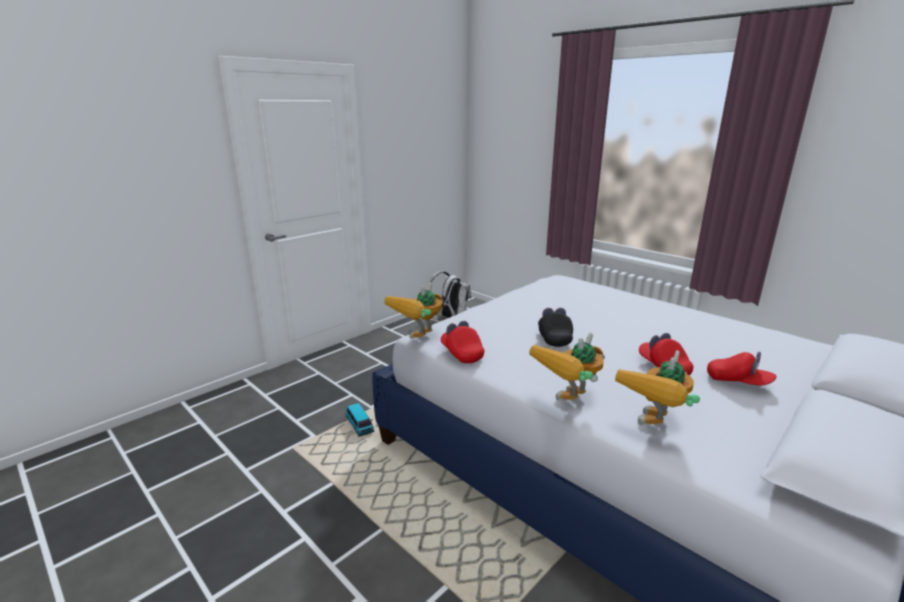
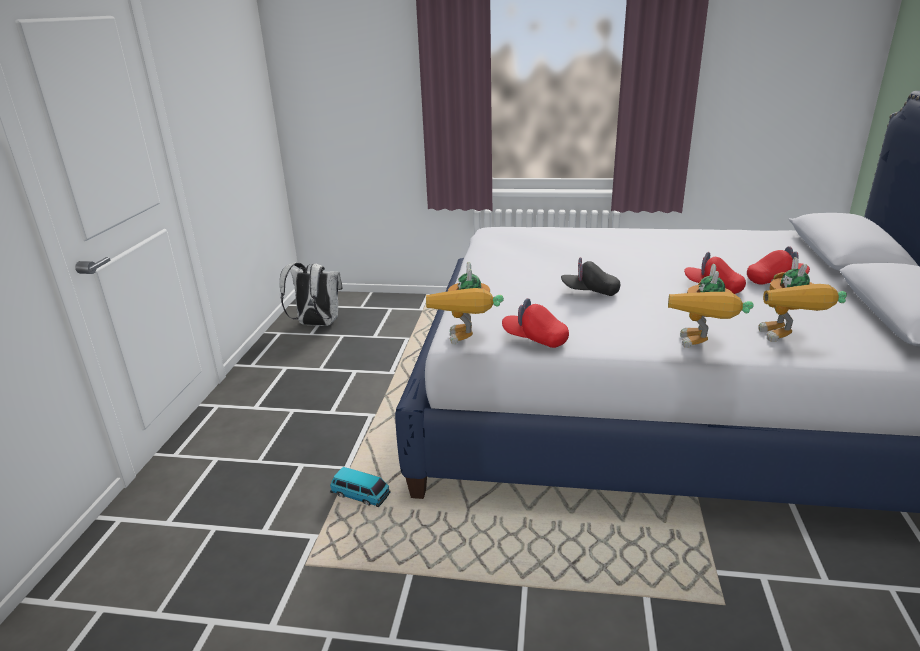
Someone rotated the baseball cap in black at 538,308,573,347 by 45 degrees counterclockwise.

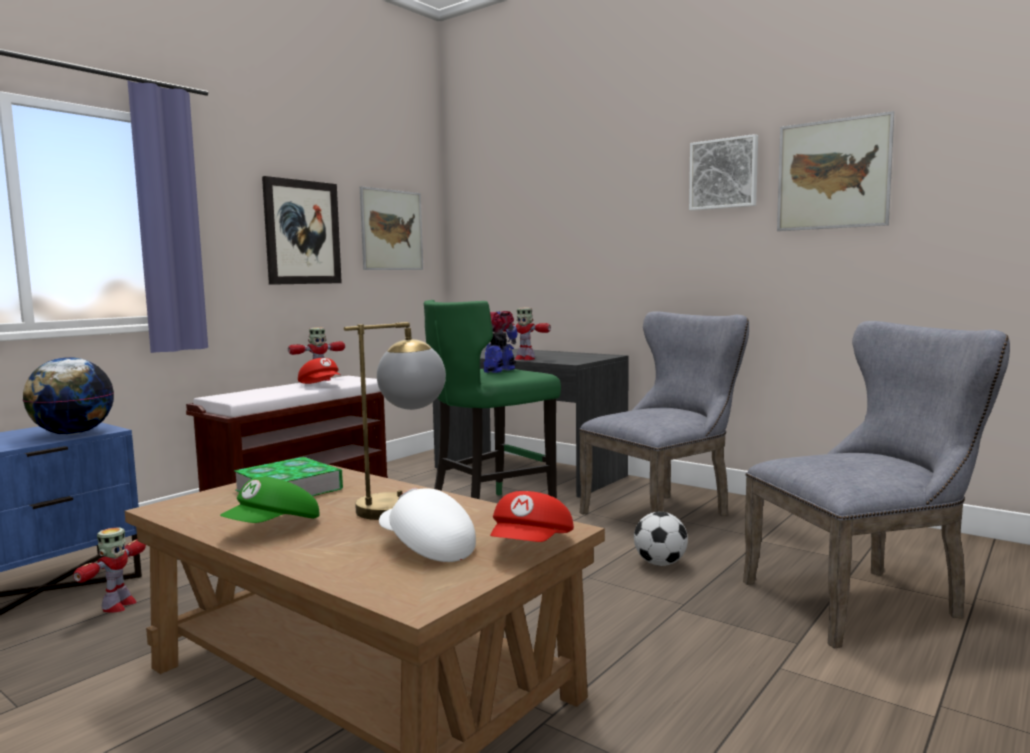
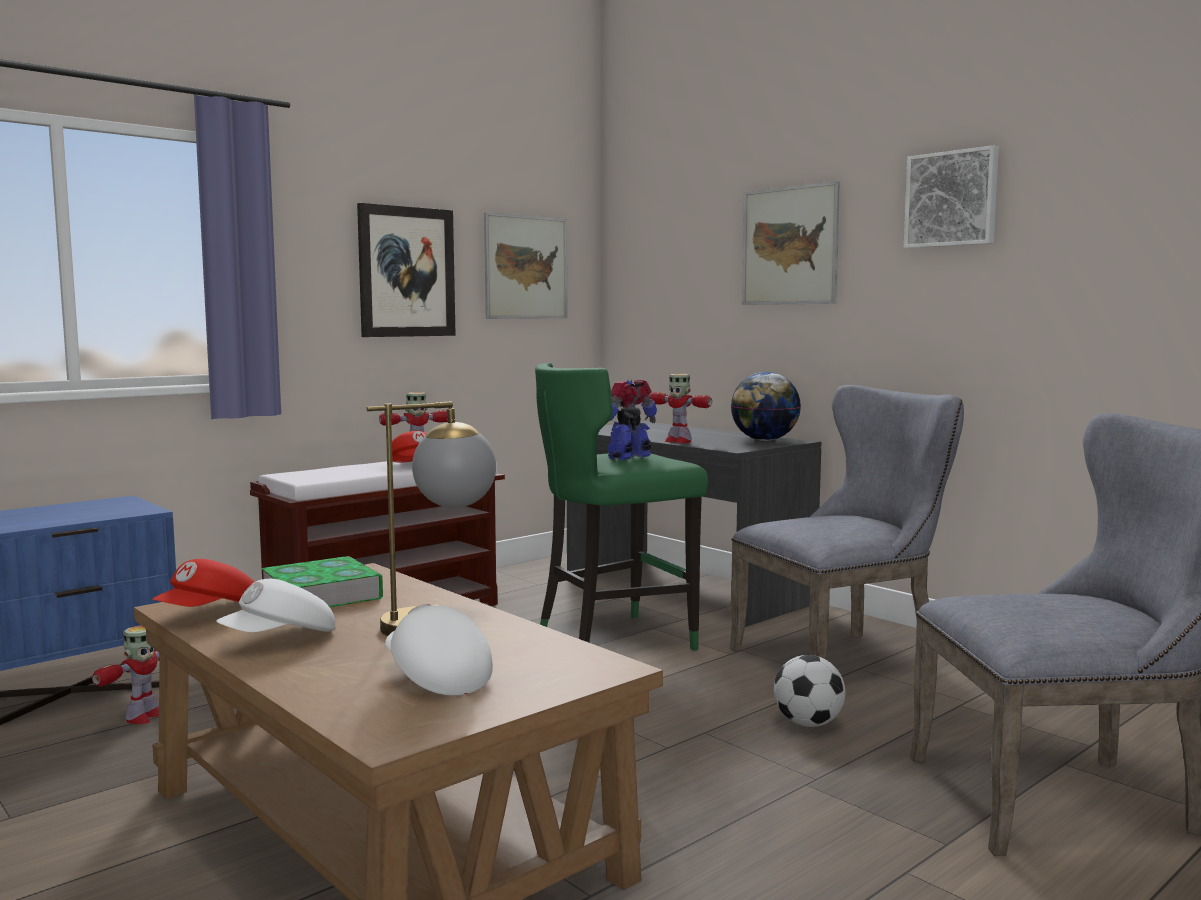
Someone carried the globe from 23,357,114,435 to 731,372,801,441. Someone repainted the baseball cap in greenish at 220,477,320,523, which became the baseball cap in white-coloured at 216,579,336,632. Someone carried the baseball cap in red from 490,491,574,542 to 152,559,254,607. Someone carried the wall art from 777,111,894,231 to 742,181,840,305.

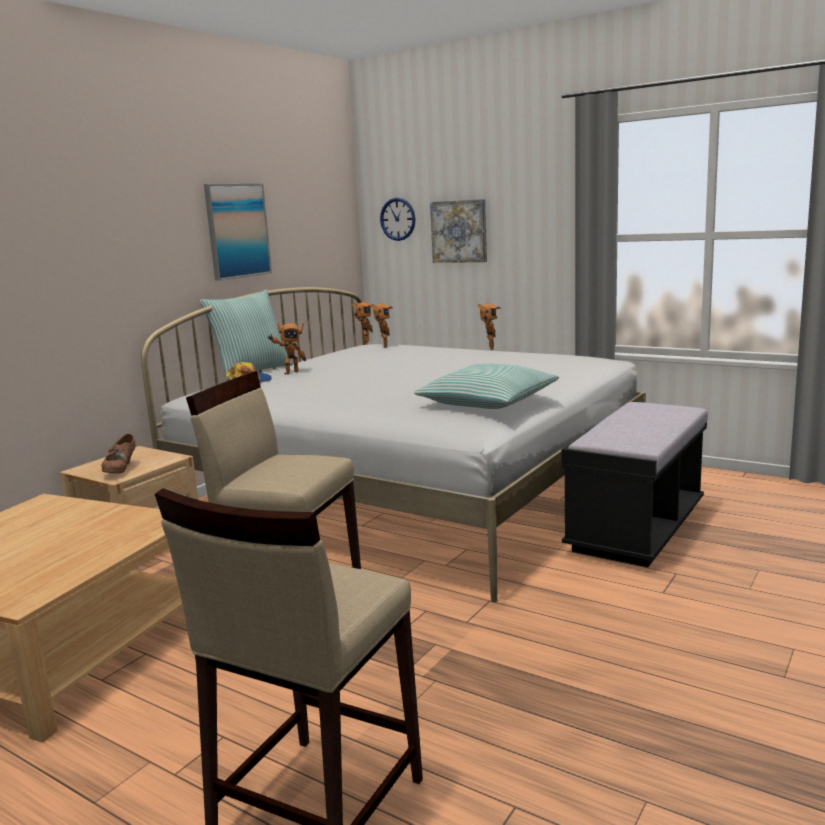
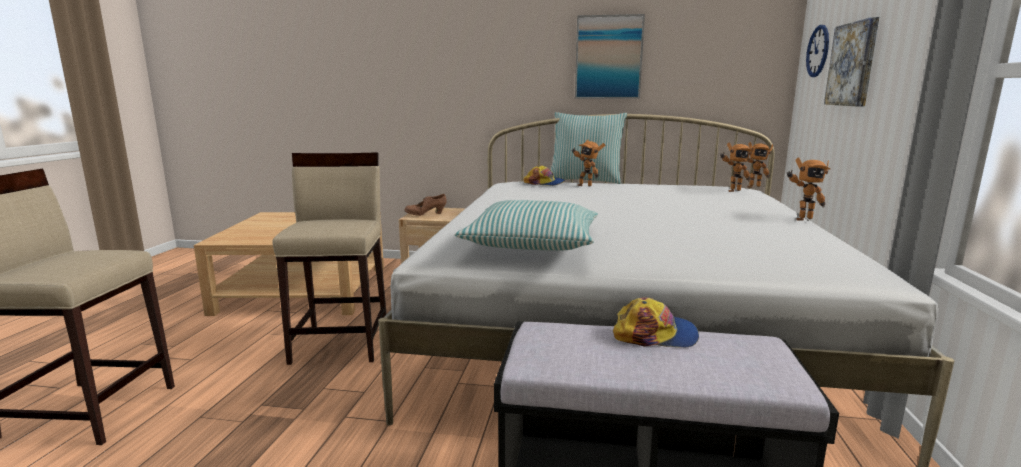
Someone put down the baseball cap at 613,297,699,348.

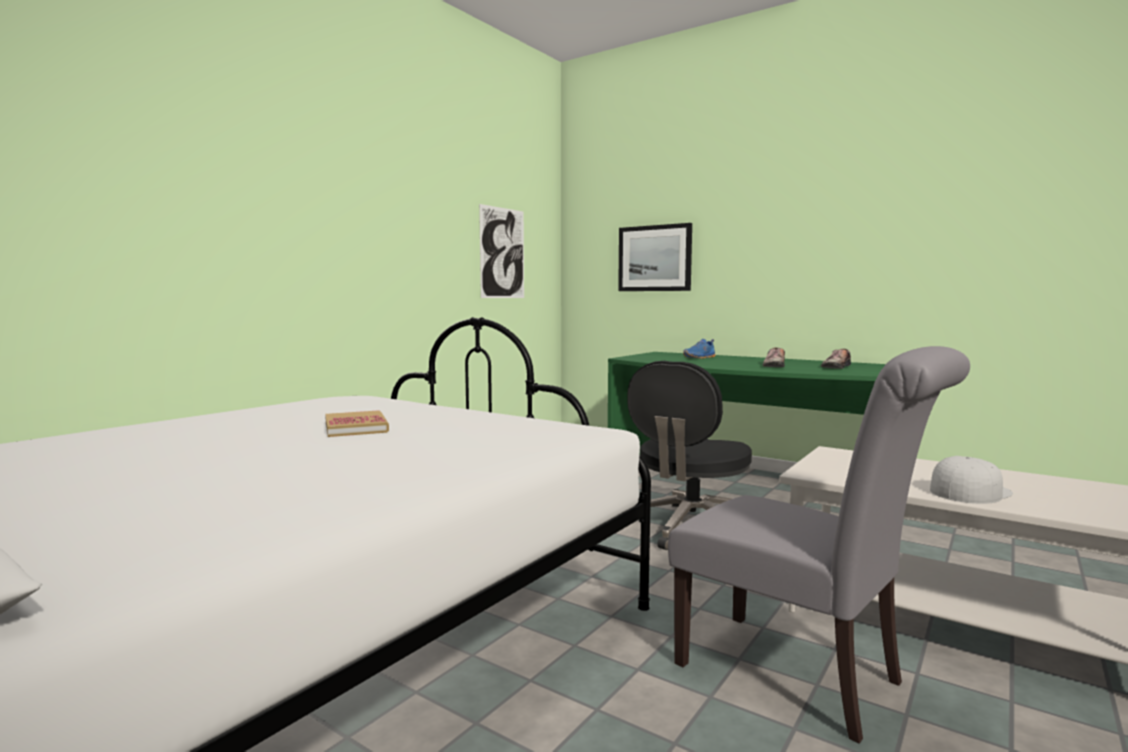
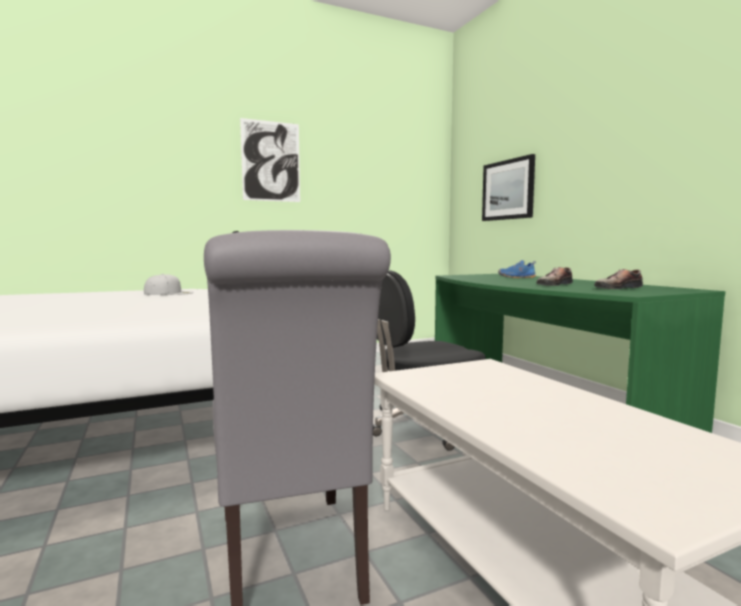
Someone took away the book at 325,410,389,437. Someone carried the wall art from 479,204,524,298 to 240,118,300,202. Someone carried the baseball cap in white-coloured from 930,456,1013,504 to 144,274,194,295.

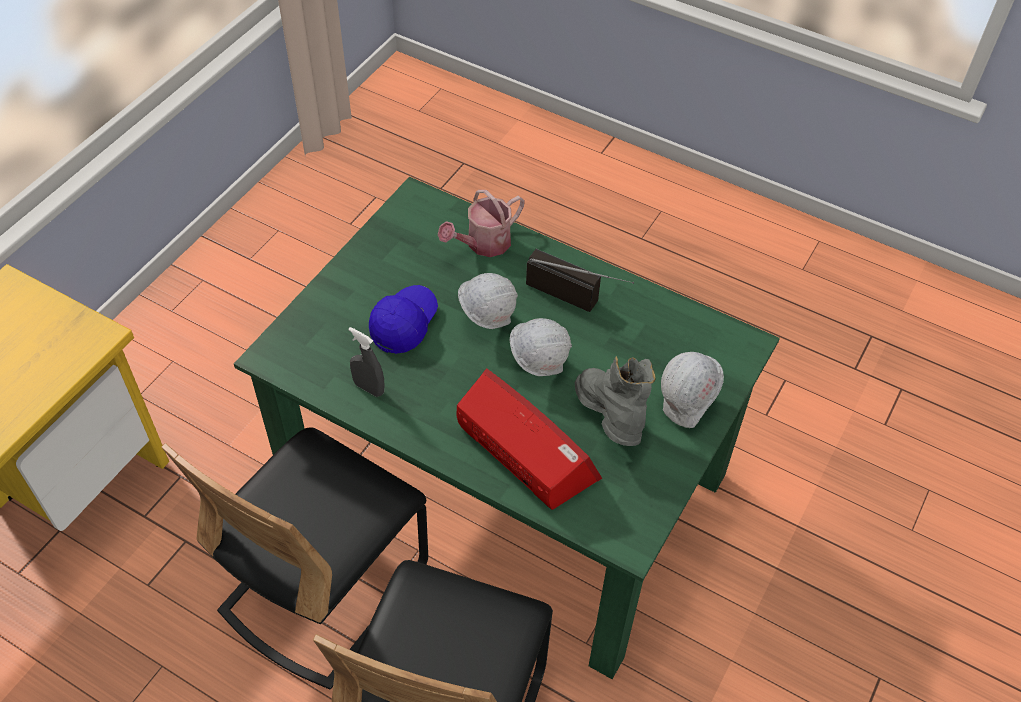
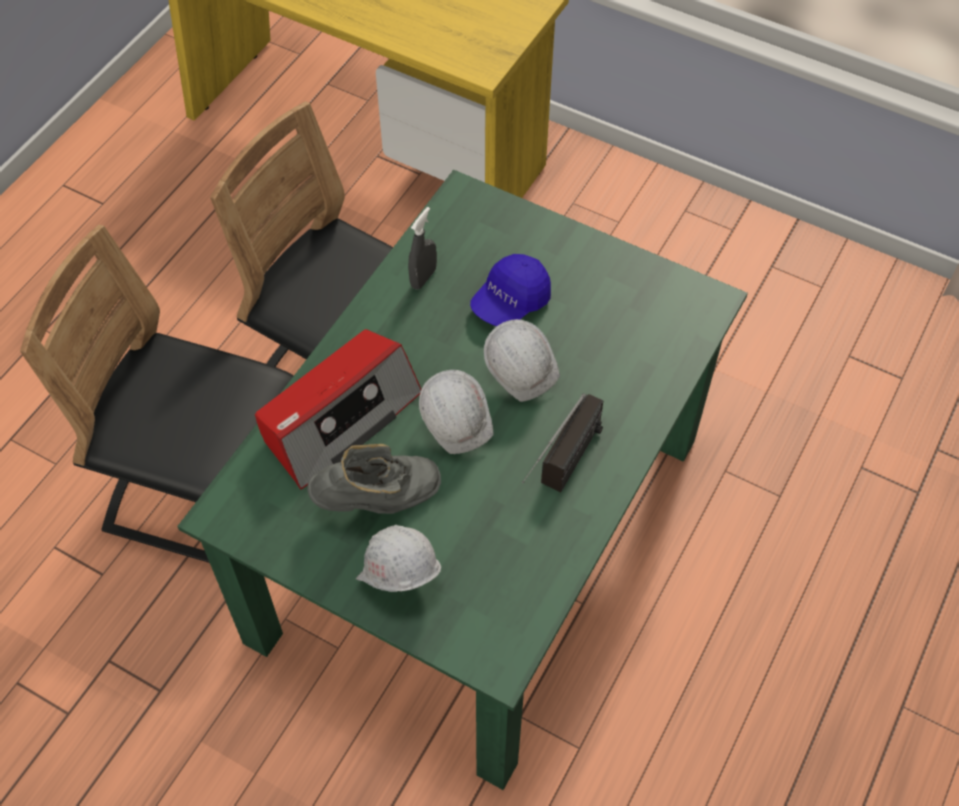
Someone rotated the baseball cap in blue at 369,285,438,354 by 105 degrees clockwise. Someone took away the sprinkling can at 438,190,525,257.

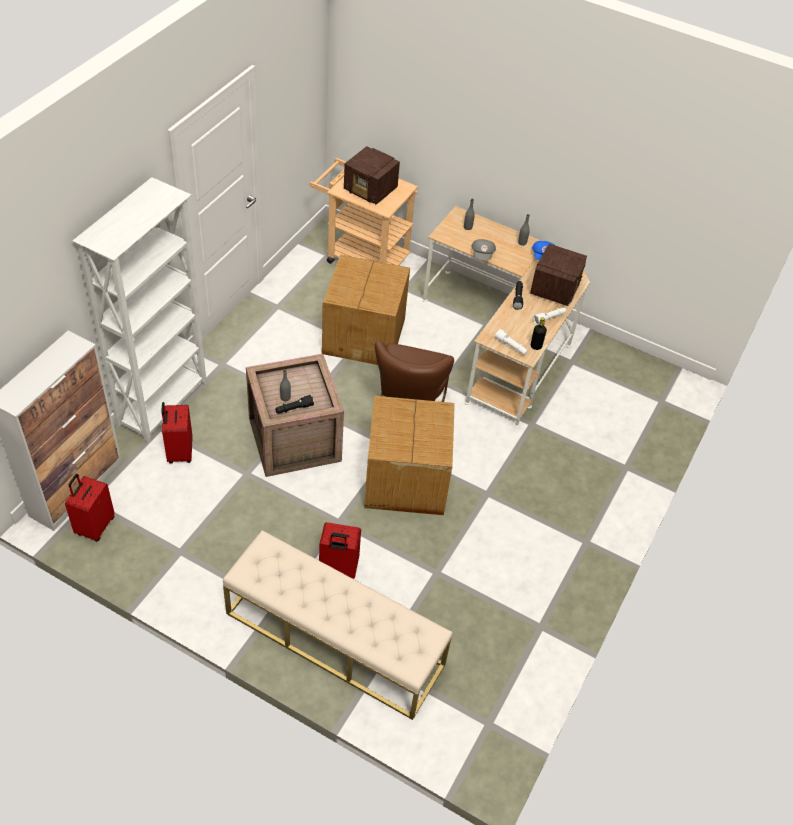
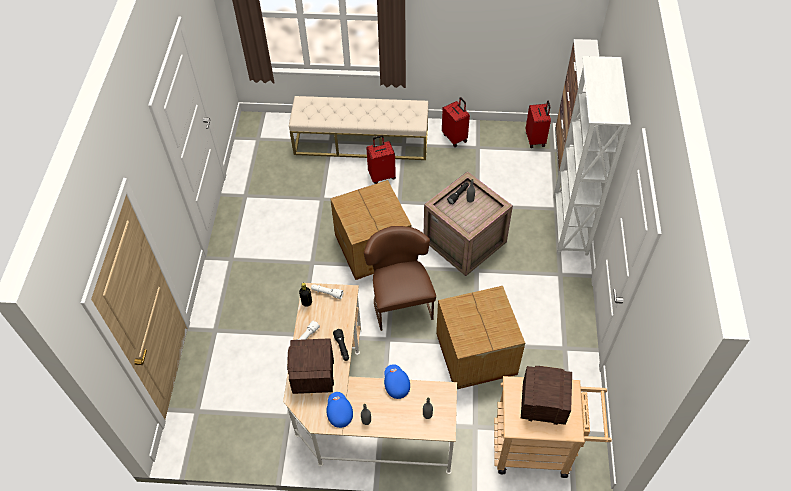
Someone carried the travel case in red from 161,402,192,463 to 442,97,470,147. Someone repainted the baseball cap in gray at 471,239,496,260, which became the baseball cap in blue at 384,364,410,399.

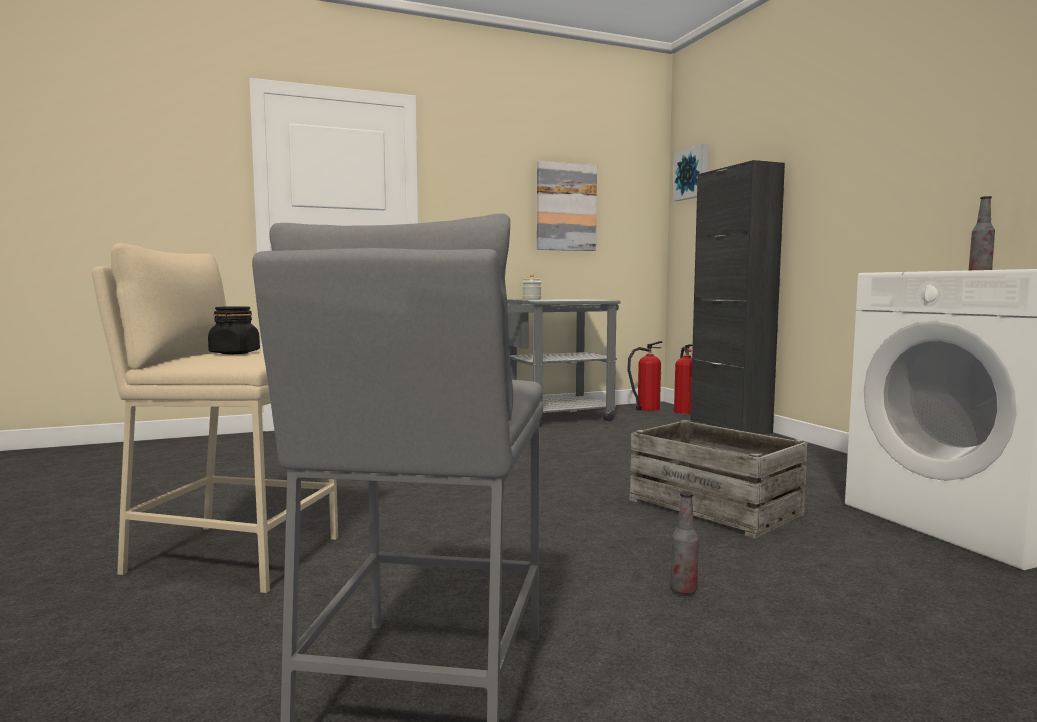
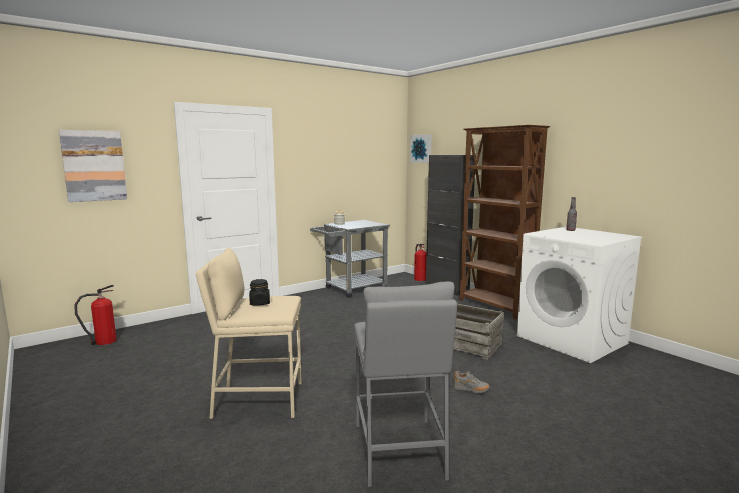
Someone carried the wall art from 537,161,597,251 to 59,130,127,202. Someone carried the fire-fighting cylinder from 627,341,662,411 to 74,285,116,345. Someone swapped the beverage bottle at 670,491,699,594 for the item of footwear in gray at 453,371,490,393. Someone put down the bookcase in brown-coloured at 460,125,550,320.

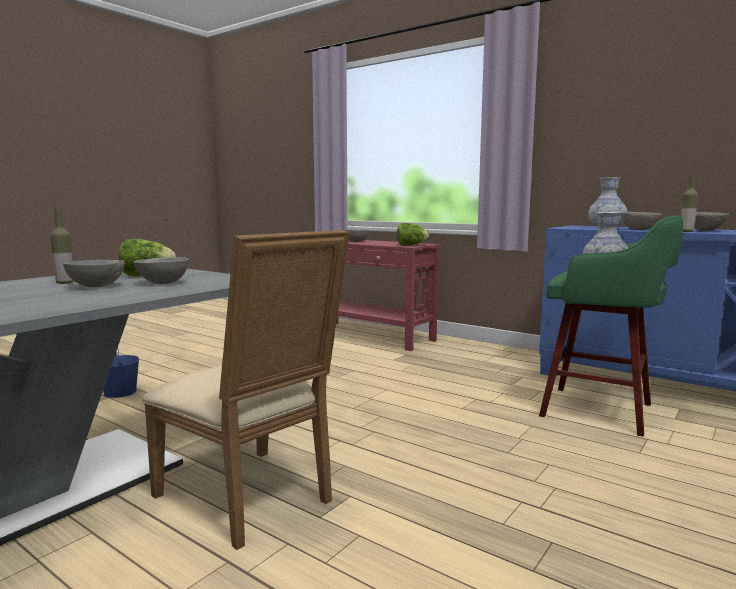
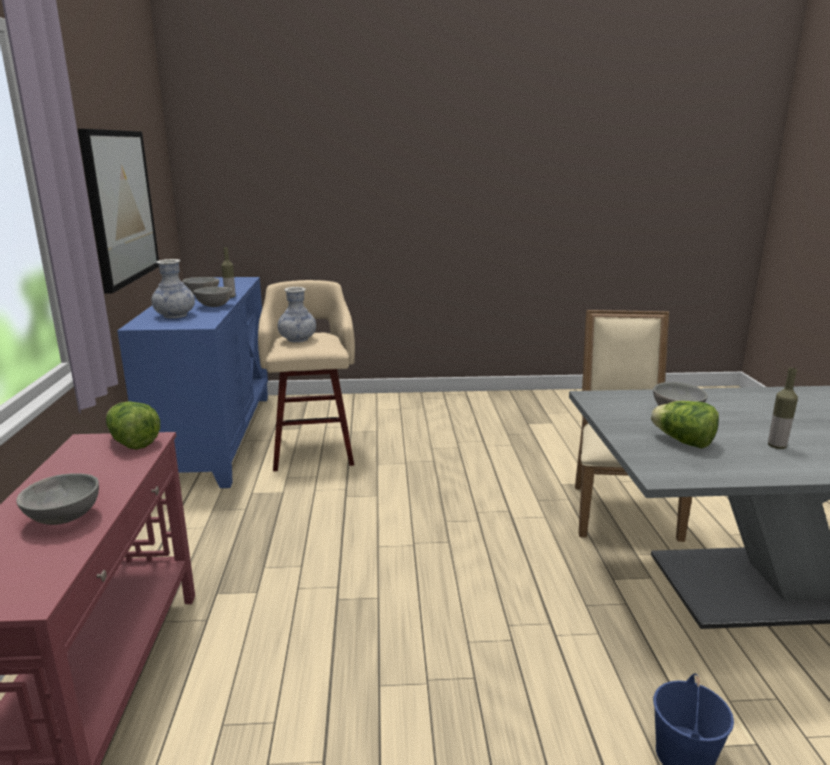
Someone took away the serving bowl in gray at 63,260,125,287. Someone repainted the stool seat in greenish at 539,215,683,437, which became the stool seat in beige at 258,280,355,471. Someone put up the wall art at 78,129,159,294.

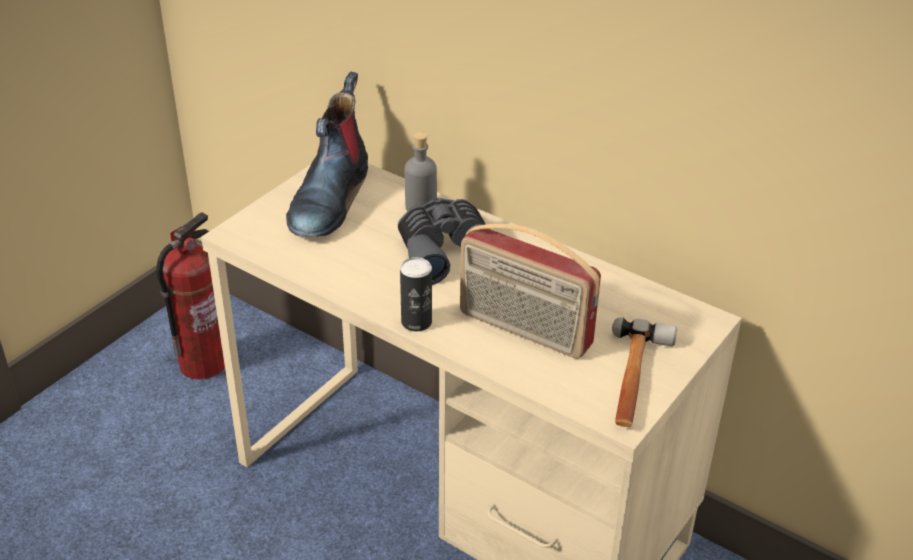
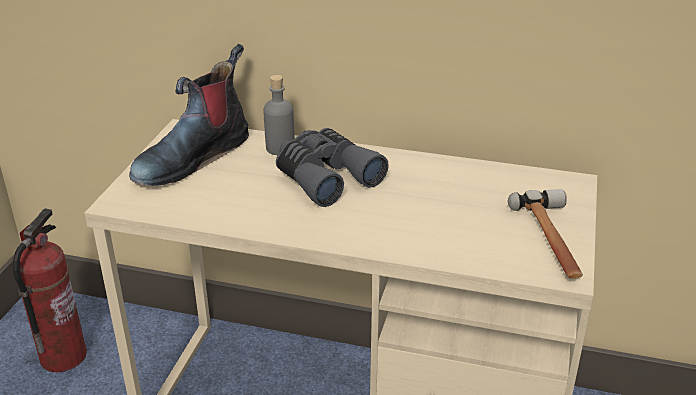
Someone rotated the tall boot at 286,72,368,238 by 45 degrees clockwise. Someone took away the can at 400,257,432,331. Someone took away the radio set at 460,223,601,359.

